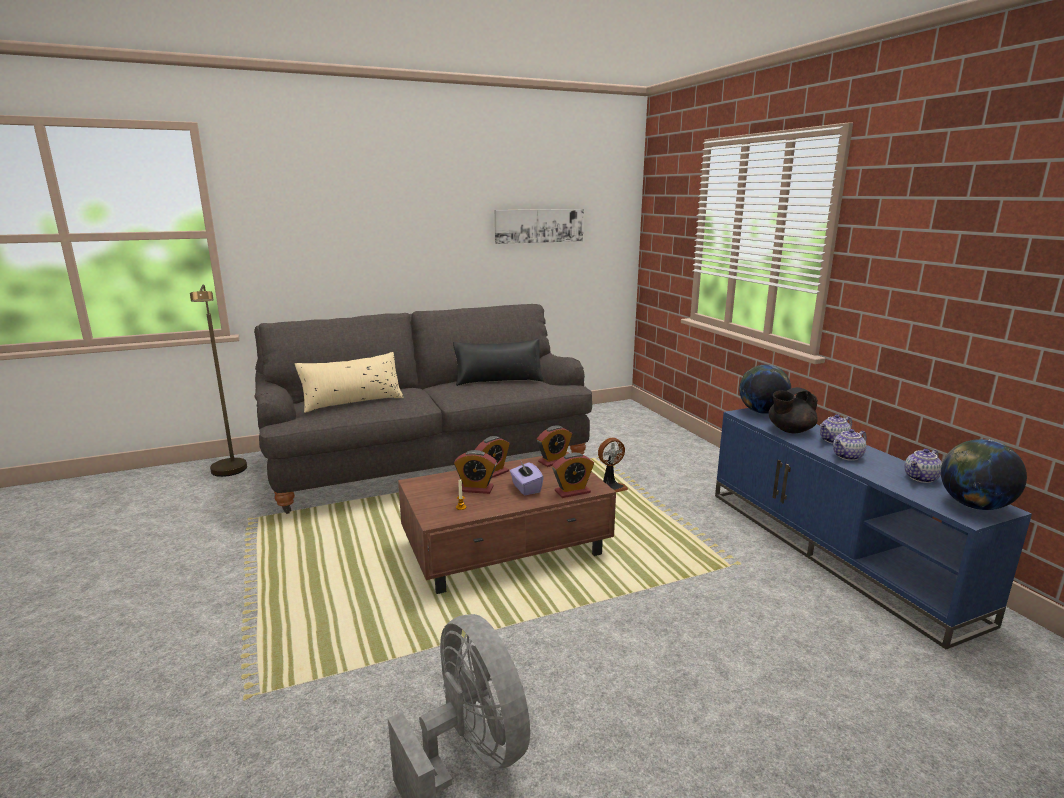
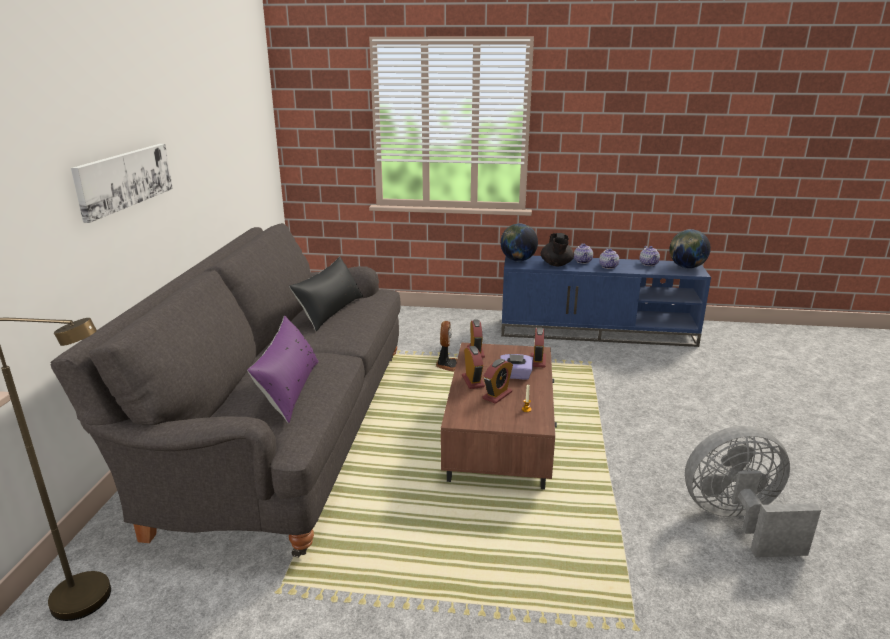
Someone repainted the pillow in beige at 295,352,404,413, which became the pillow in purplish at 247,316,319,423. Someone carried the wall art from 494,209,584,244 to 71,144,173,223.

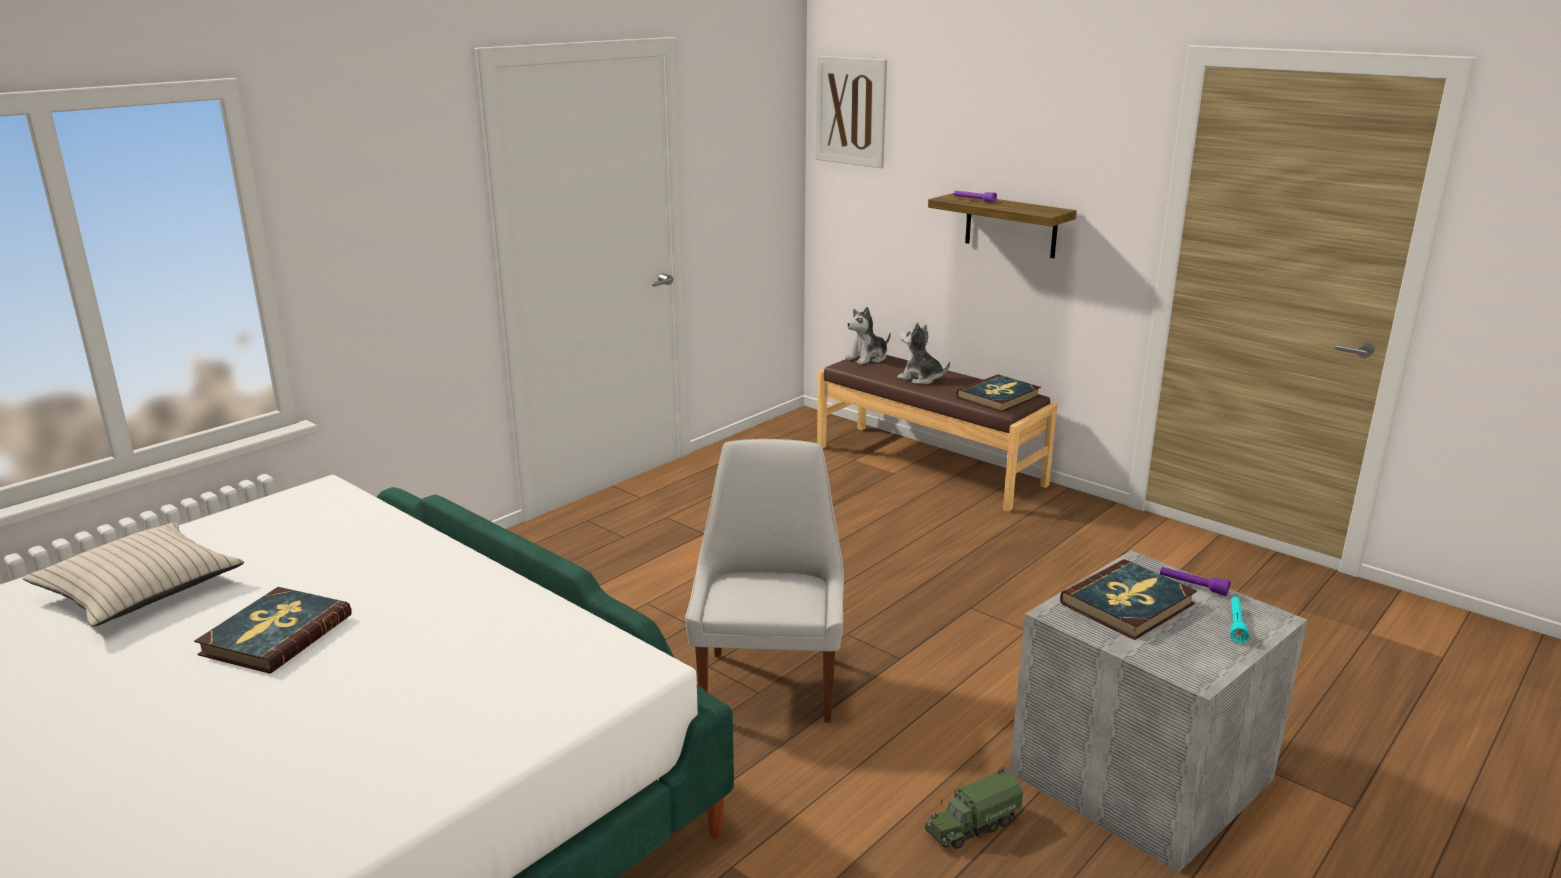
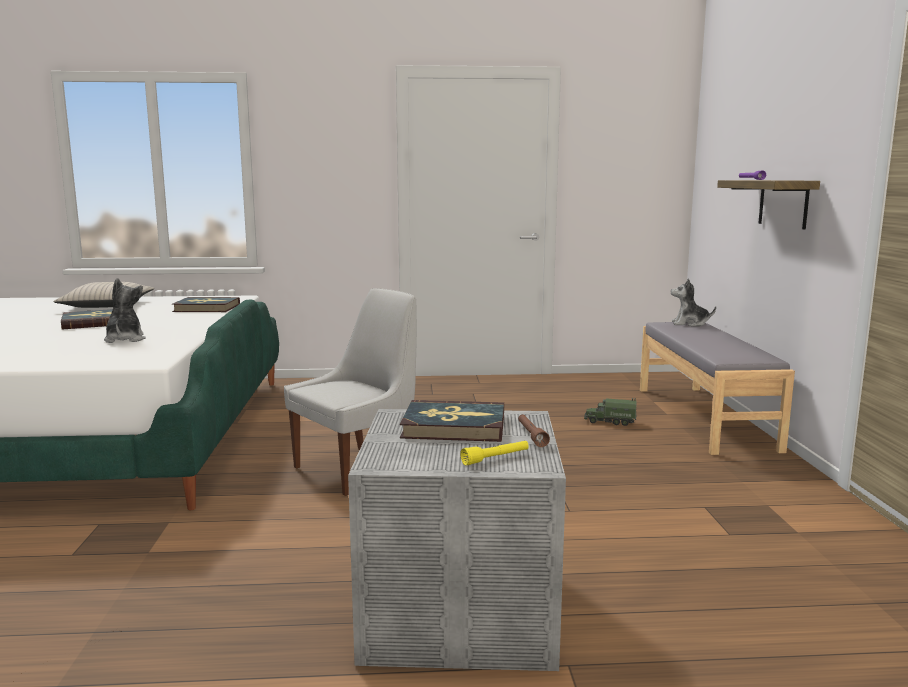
Someone took away the wall art at 816,56,887,168. Someone repainted the indoor bench in brown-coloured at 817,355,1058,512, which became the indoor bench in gray at 640,322,795,455. Someone carried the cuddly toy from 897,323,950,384 to 104,278,146,343. Someone carried the toy lorry from 925,766,1023,849 to 584,398,637,426. Someone carried the book from 956,374,1041,412 to 172,297,240,312. Someone repainted the torch in purplish at 1160,567,1231,596, which became the torch in brown-coloured at 518,414,550,447. Someone repainted the torch in turquoise-coloured at 1230,597,1249,643, which became the torch in yellowish at 460,441,529,466.

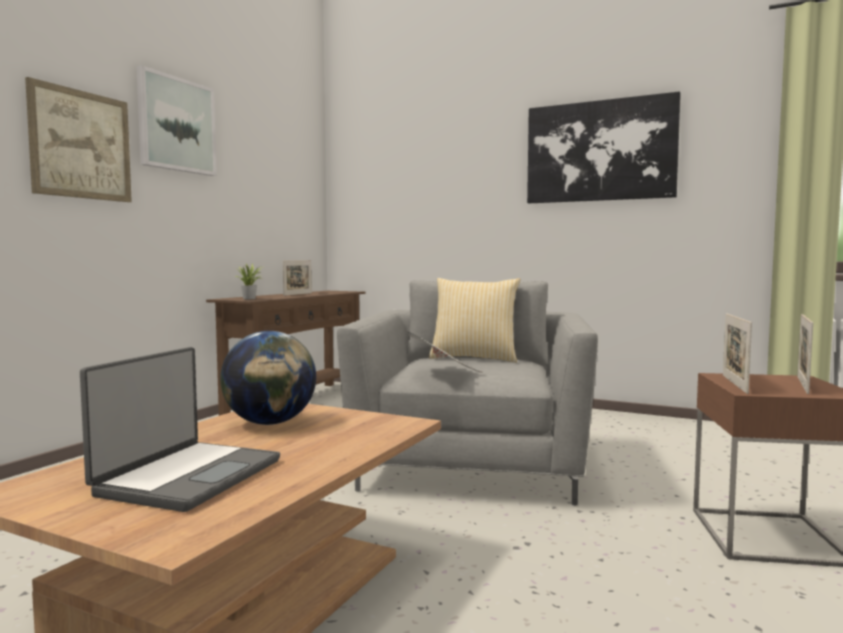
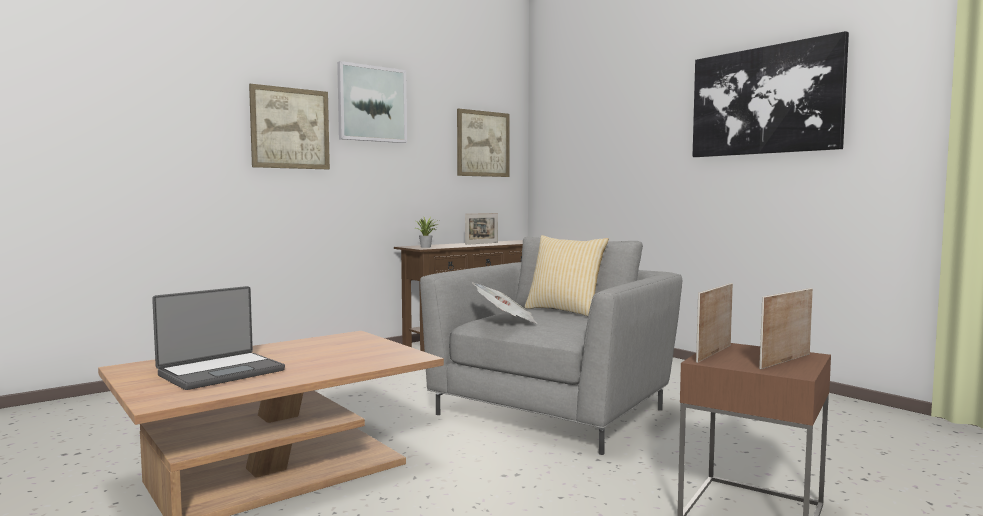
Someone took away the globe at 220,331,316,425. Someone put up the wall art at 457,108,510,177.

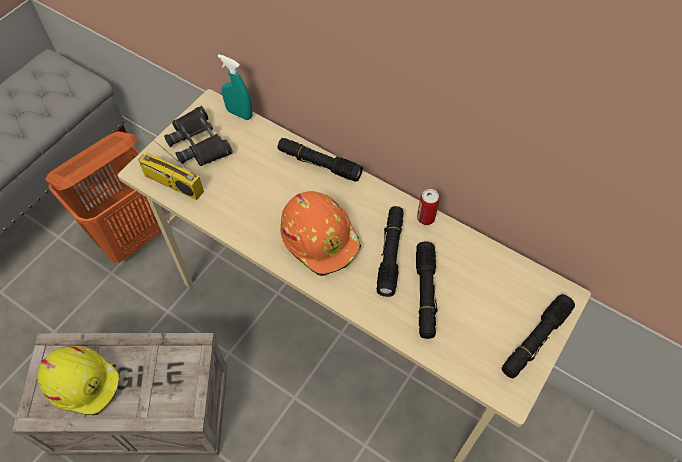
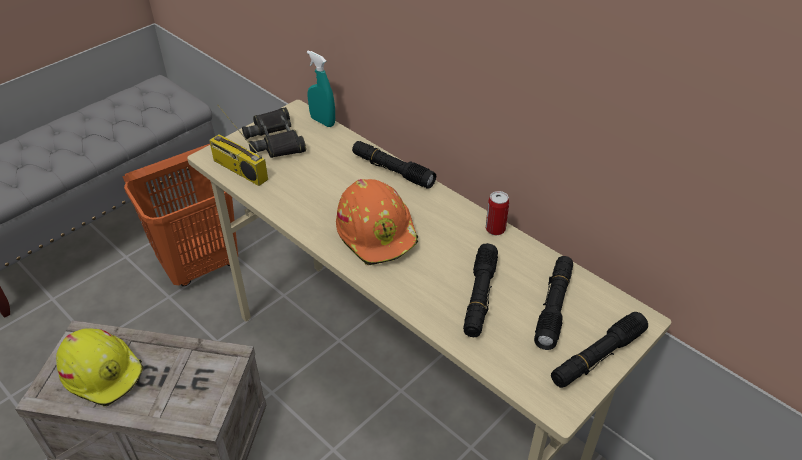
Someone carried the torch in black from 377,206,404,297 to 534,256,573,350.

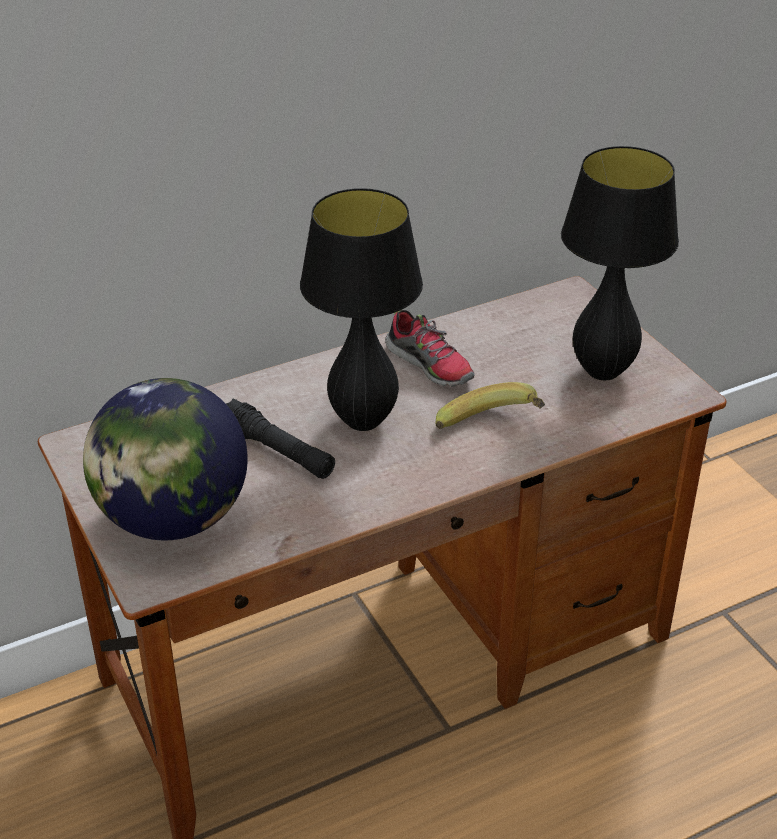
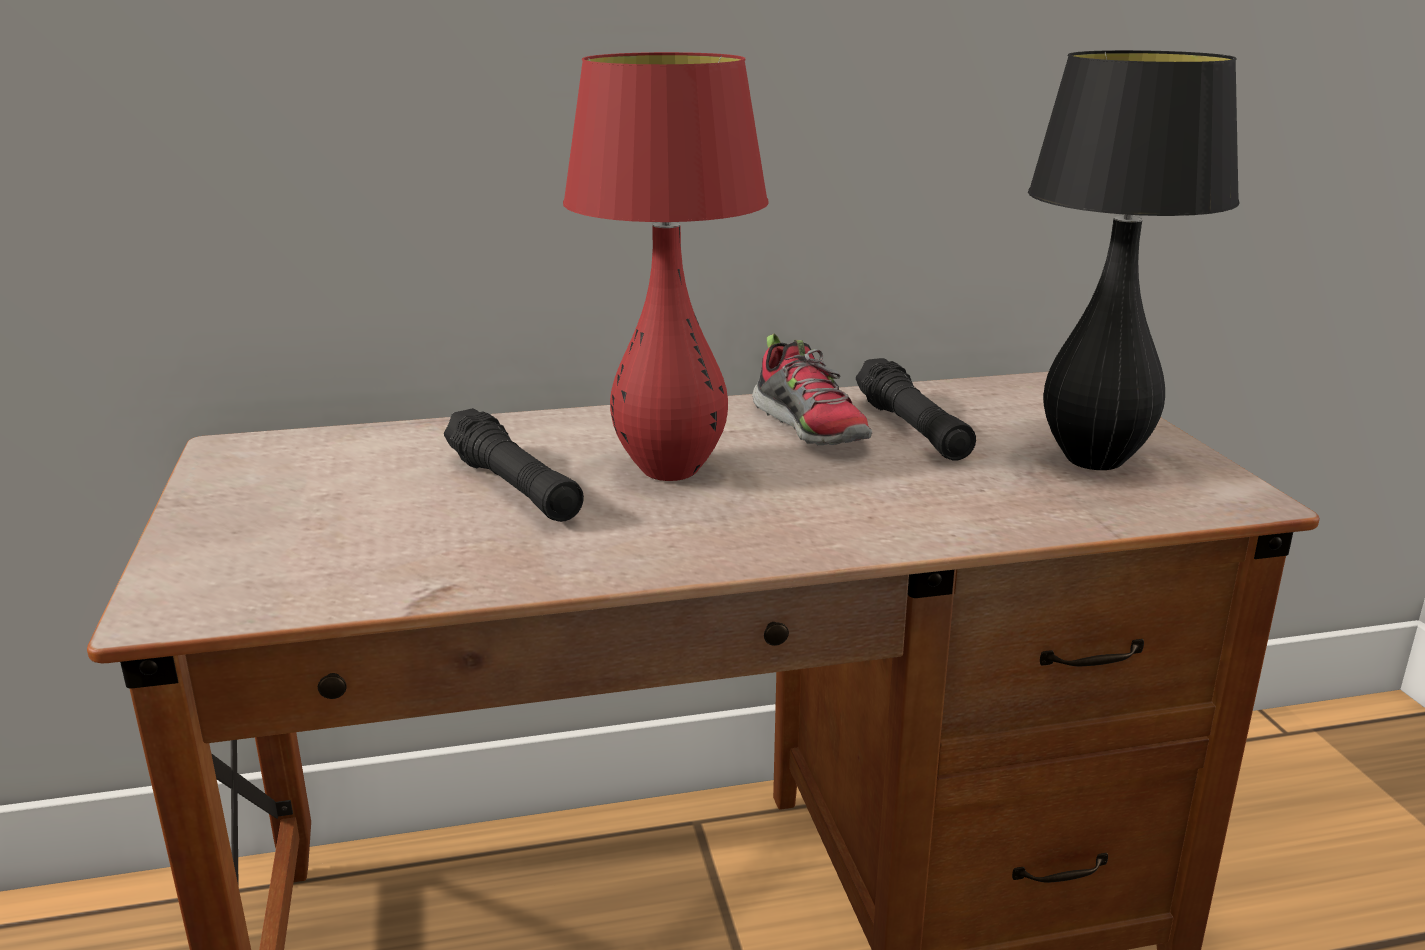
Someone took away the globe at 83,378,248,540. Someone repainted the tabletop lamp in black at 300,188,423,431, which became the tabletop lamp in red at 563,52,769,481. Someone took away the banana fruit at 435,382,545,429. Someone put down the torch in black at 856,358,976,461.

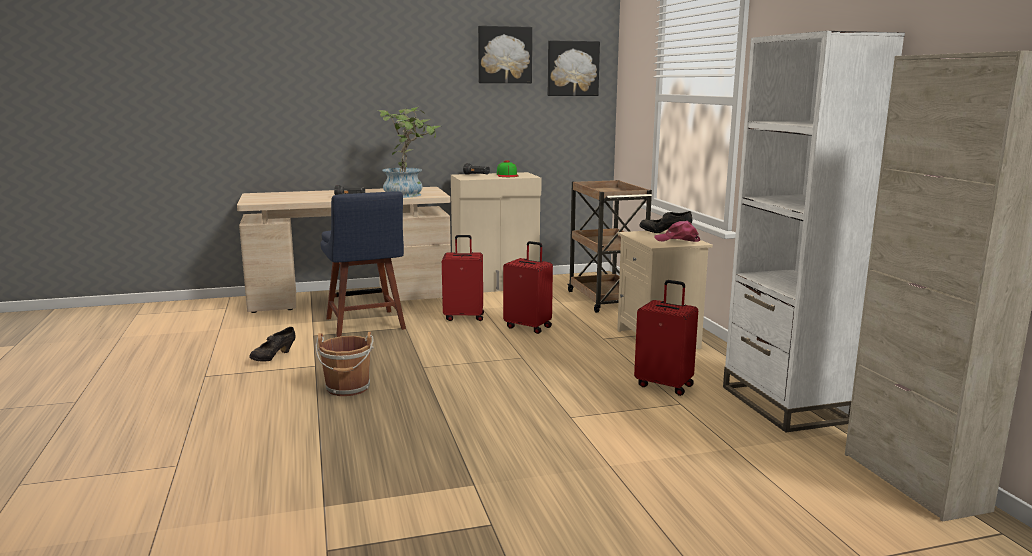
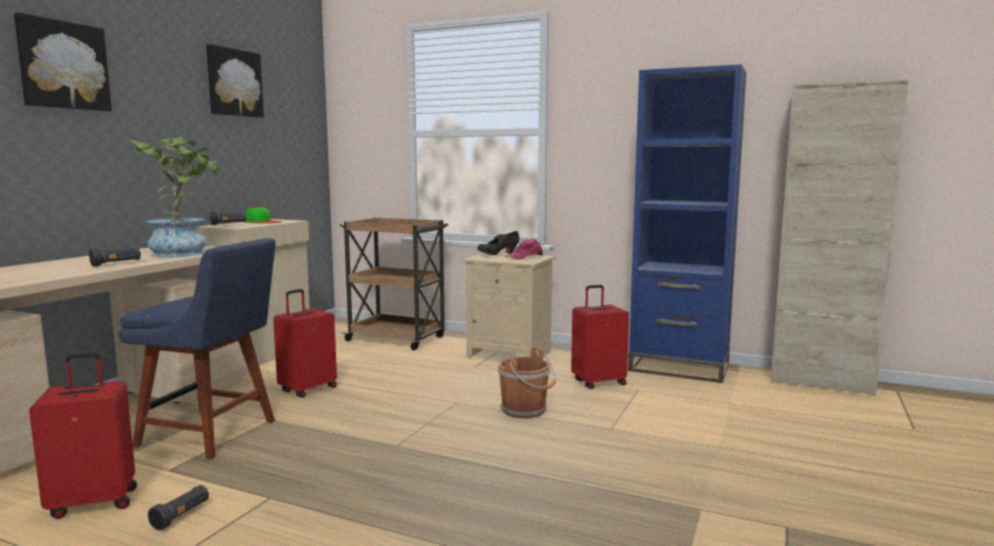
Someone swapped the item of footwear in black at 249,327,295,361 for the torch in black at 148,485,209,530. Someone carried the bucket in brown-coloured from 315,332,374,396 to 498,347,556,418. Someone carried the travel case in red from 503,241,553,334 to 29,352,137,519. Someone carried the wall art from 548,40,600,96 to 14,13,112,111. Someone repainted the bookcase in white-coloured at 723,31,905,433, which became the bookcase in blue at 628,64,747,383.

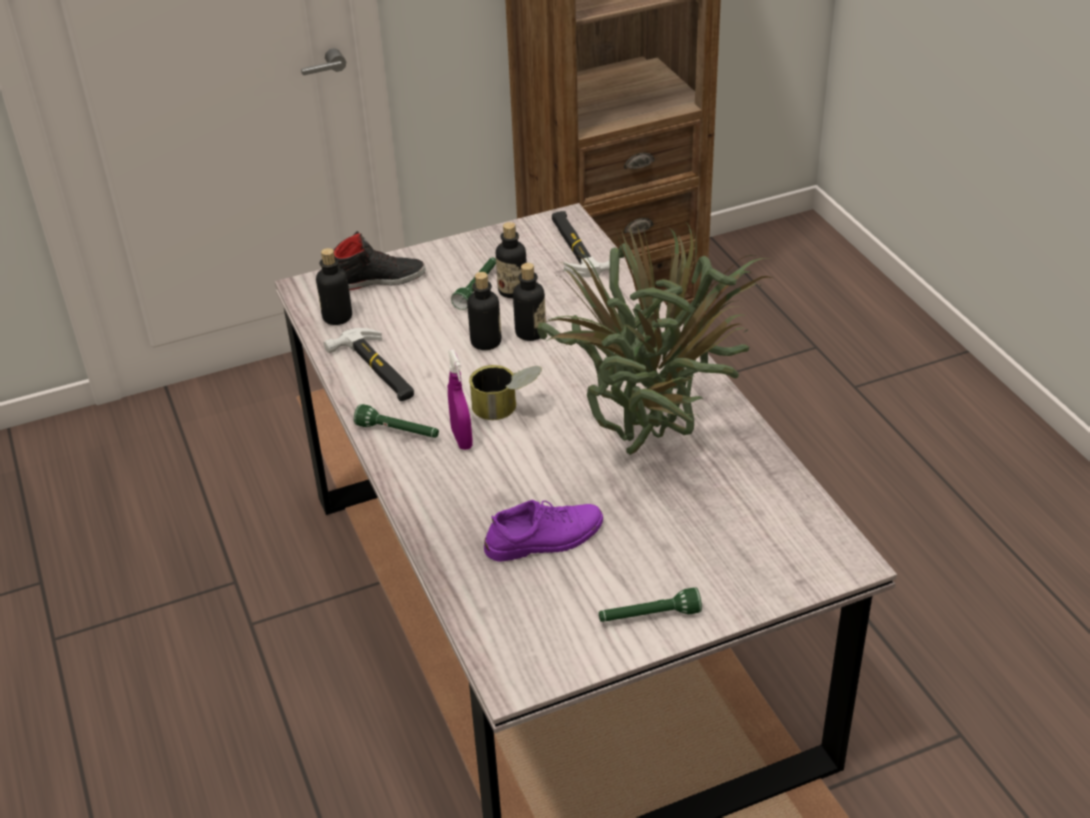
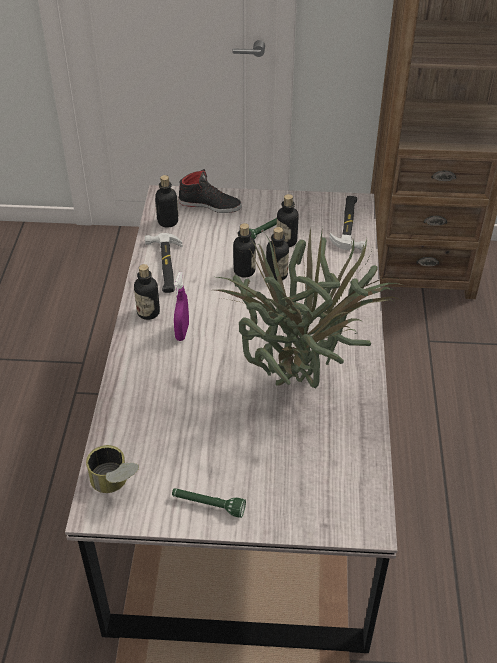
Someone swapped the torch in greenish at 354,404,439,438 for the beverage bottle at 134,264,160,320. Someone carried the can from 469,365,542,420 to 86,445,139,493. Someone took away the item of footwear in purplish at 484,500,603,562.

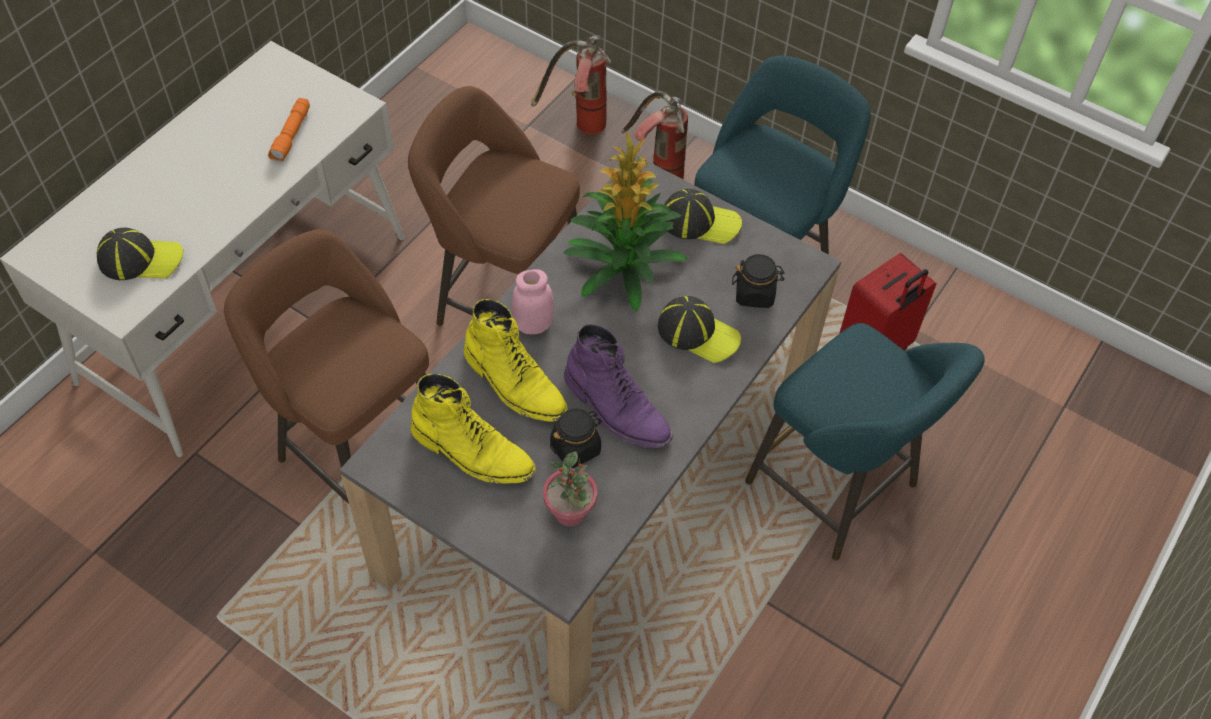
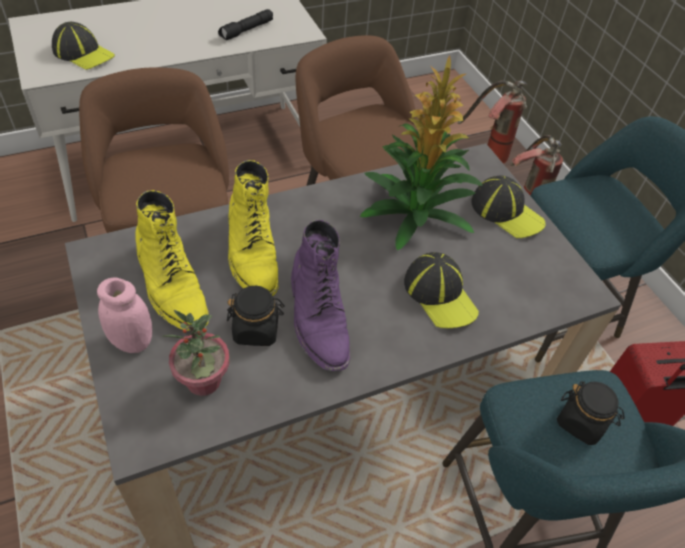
Someone repainted the torch in orange-coloured at 268,98,310,162, which became the torch in black at 218,9,273,40. Someone carried the storage jar in pink from 512,269,554,334 to 97,277,152,353. Someone carried the storage jar in black from 732,254,784,308 to 557,381,625,445.

